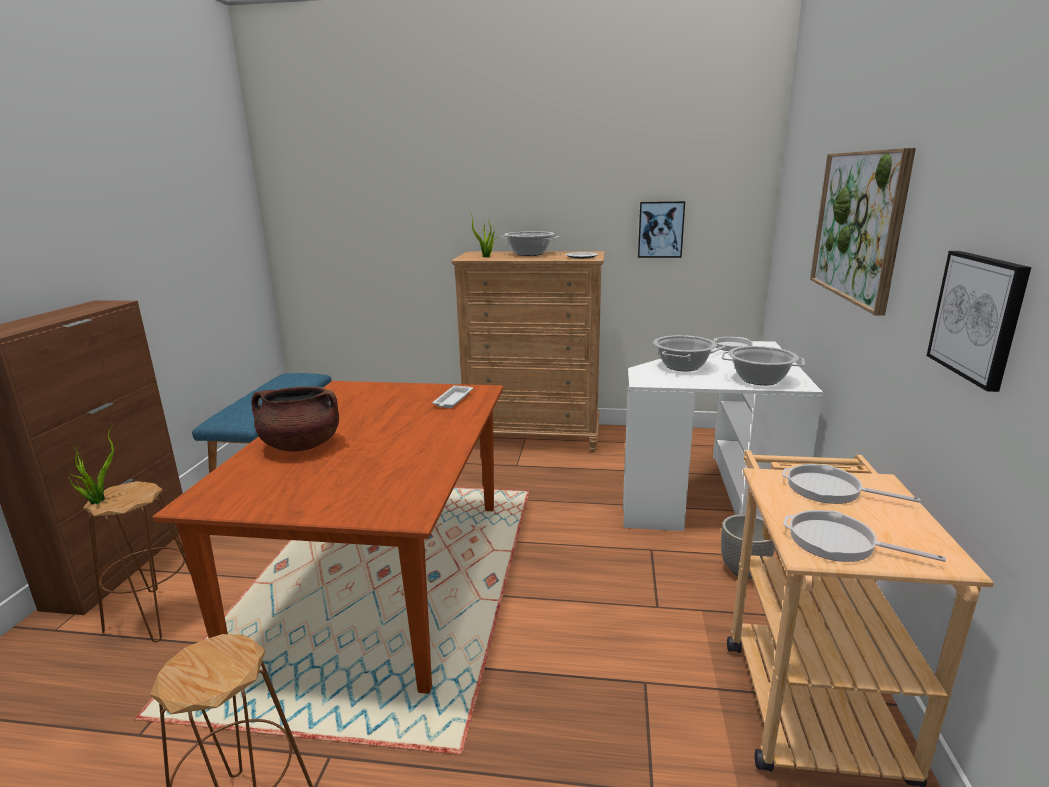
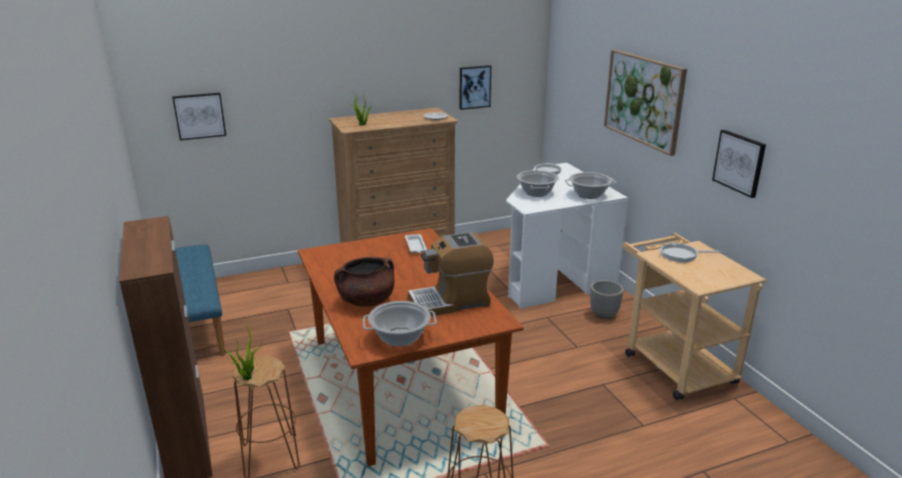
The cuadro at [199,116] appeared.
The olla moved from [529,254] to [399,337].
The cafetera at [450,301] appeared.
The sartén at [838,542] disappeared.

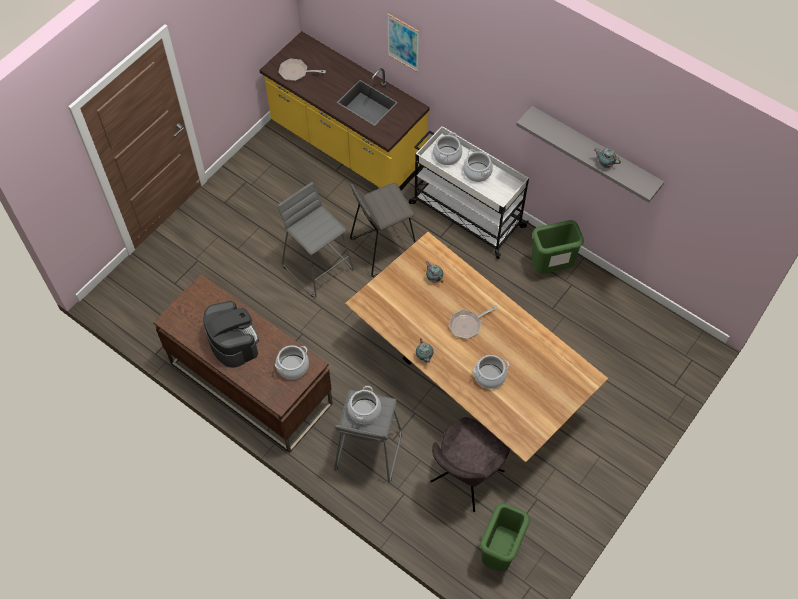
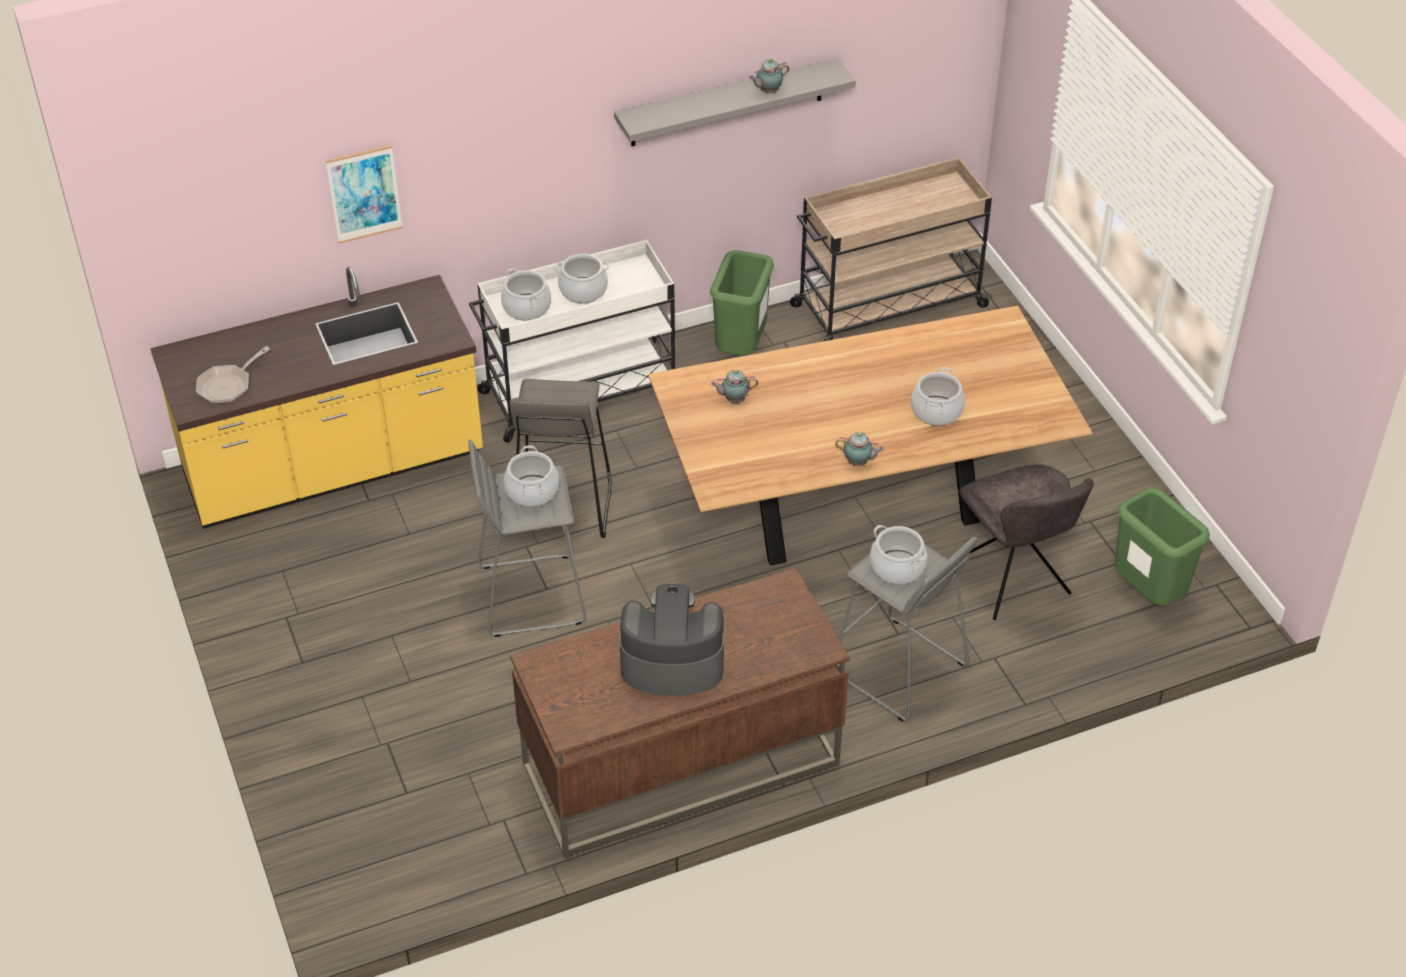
The olla moved from [292,366] to [532,491].
The carrito (beis) at [886,306] appeared.
The sartén at [467,324] disappeared.

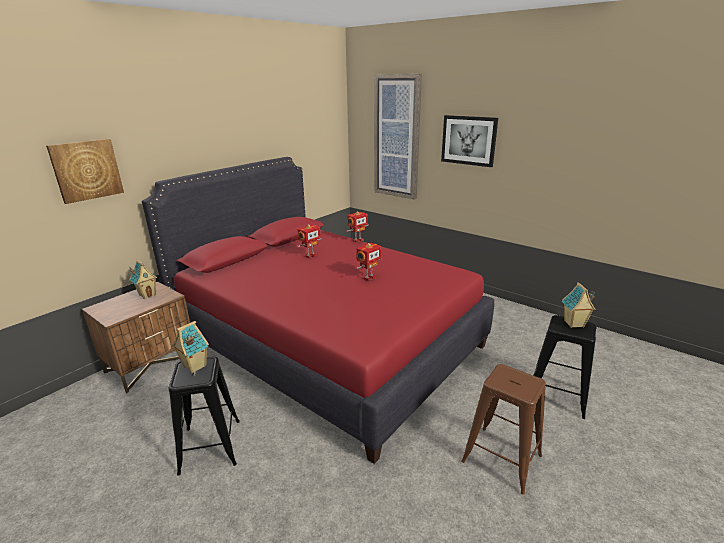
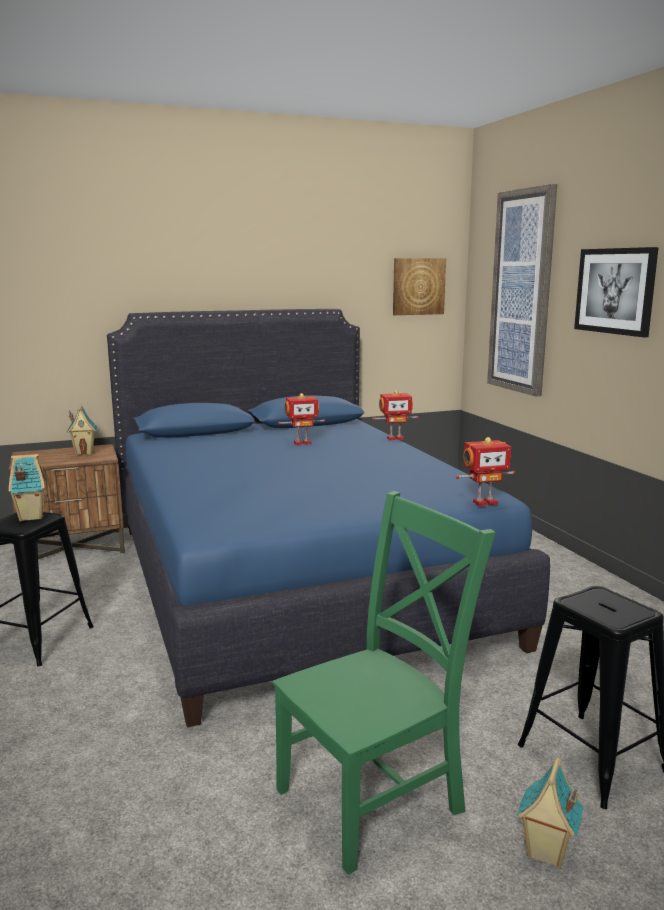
The cama (rojo) at [327,342] became the cama (azul) at [293,580].
The taburete (marrón) at [501,458] was replaced by the silla (verde) at [376,797].
The cuadro moved from [86,170] to [418,286].
The robot de juguete moved from [369,277] to [484,502].
The casita moved from [574,324] to [545,852].

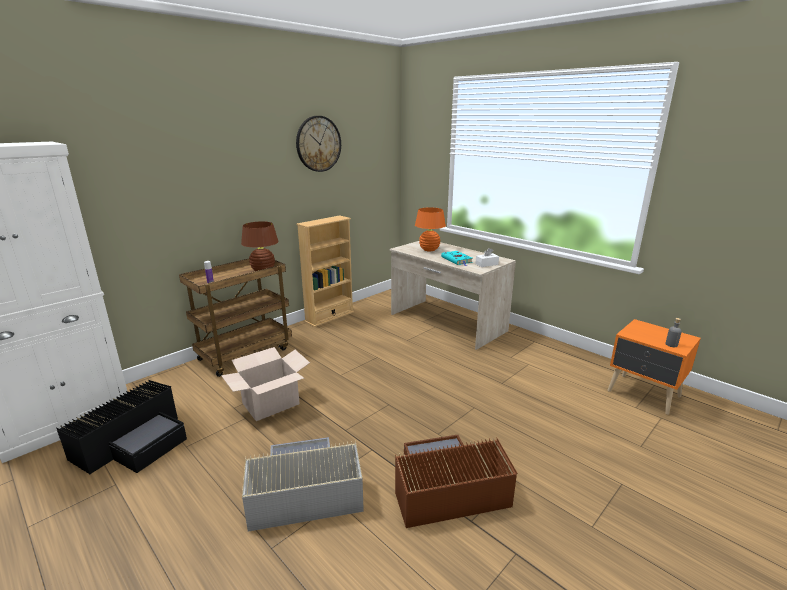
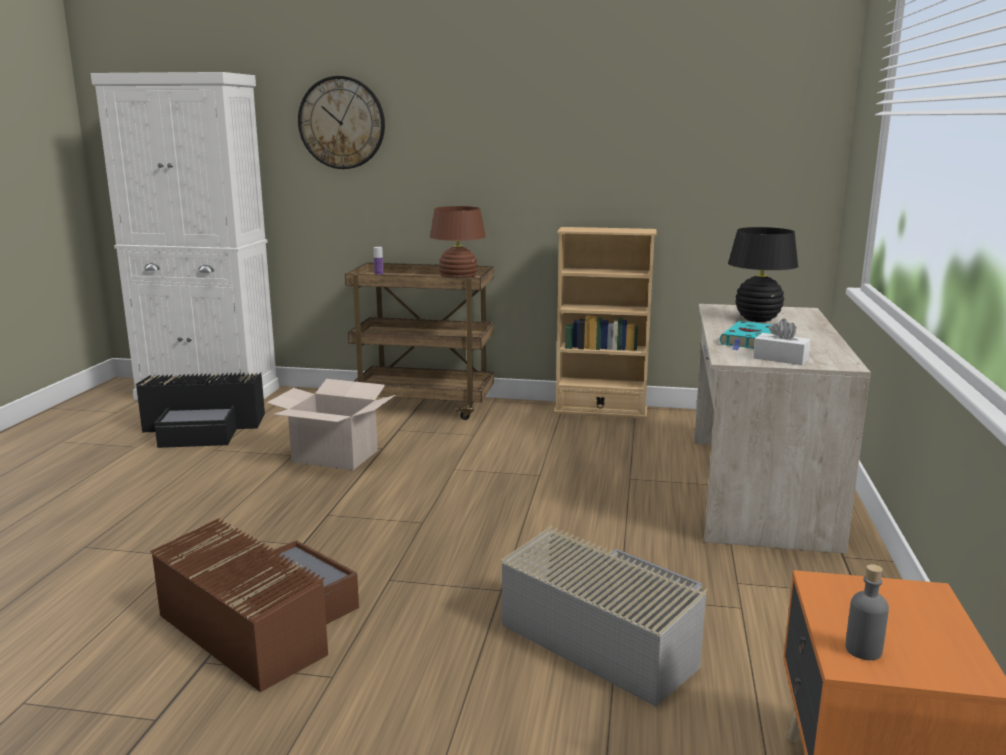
The reloj de pared moved from [318,144] to [342,123].
The caja de almacenaje (gris) moved from [303,493] to [608,634].
The lámpara de mesa (naranja) at [429,250] became the lámpara de mesa (negro) at [757,319].

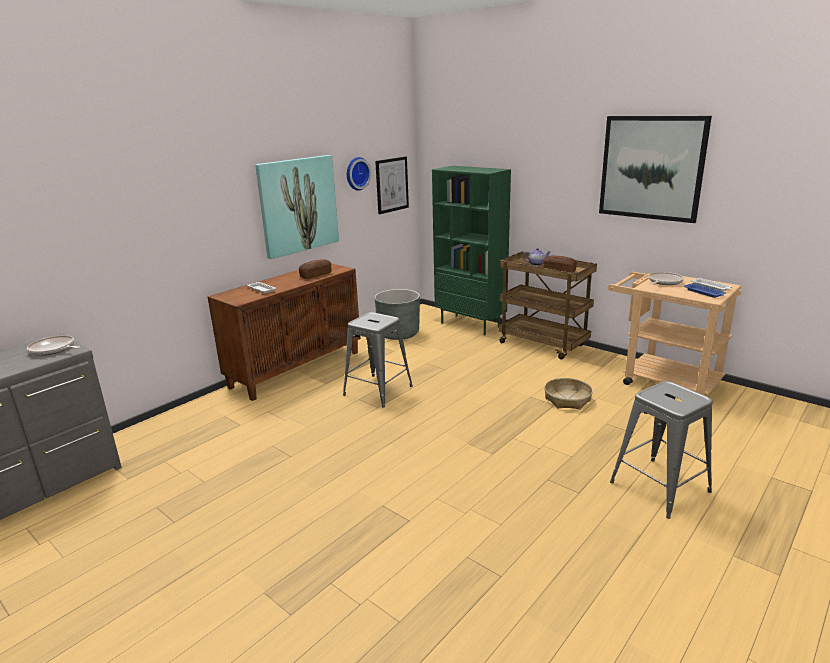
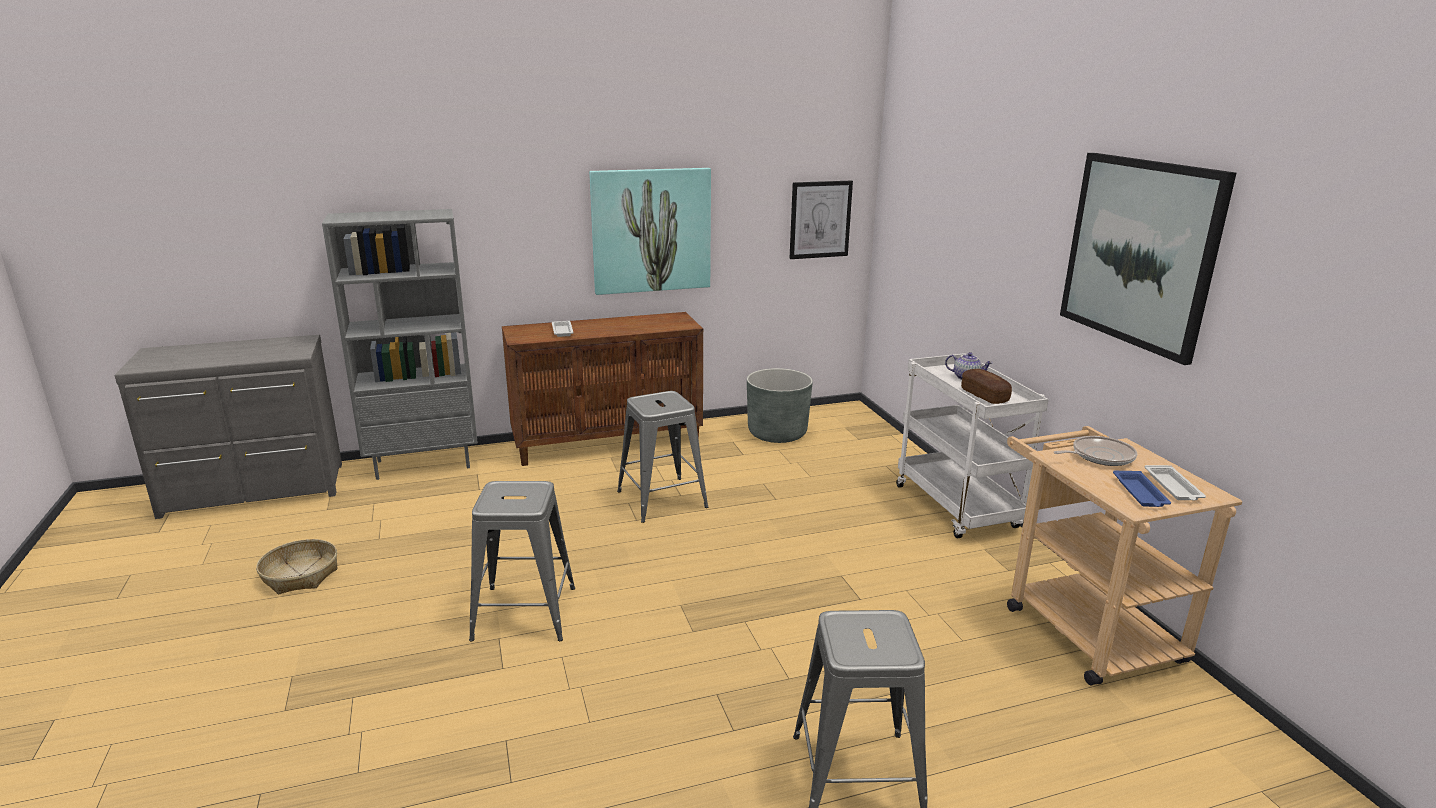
The cesta moved from [567,399] to [300,575].
The estantería (gris) at [424,464] appeared.
The taburete (gris) at [525,613] appeared.
The carrito (marrón) at [544,344] became the carrito (blanco) at [958,508].
The sartén at [53,349] disappeared.
The pan at [316,275] disappeared.
The reloj de pared at [356,173] disappeared.
The estantería (verde) at [471,325] disappeared.

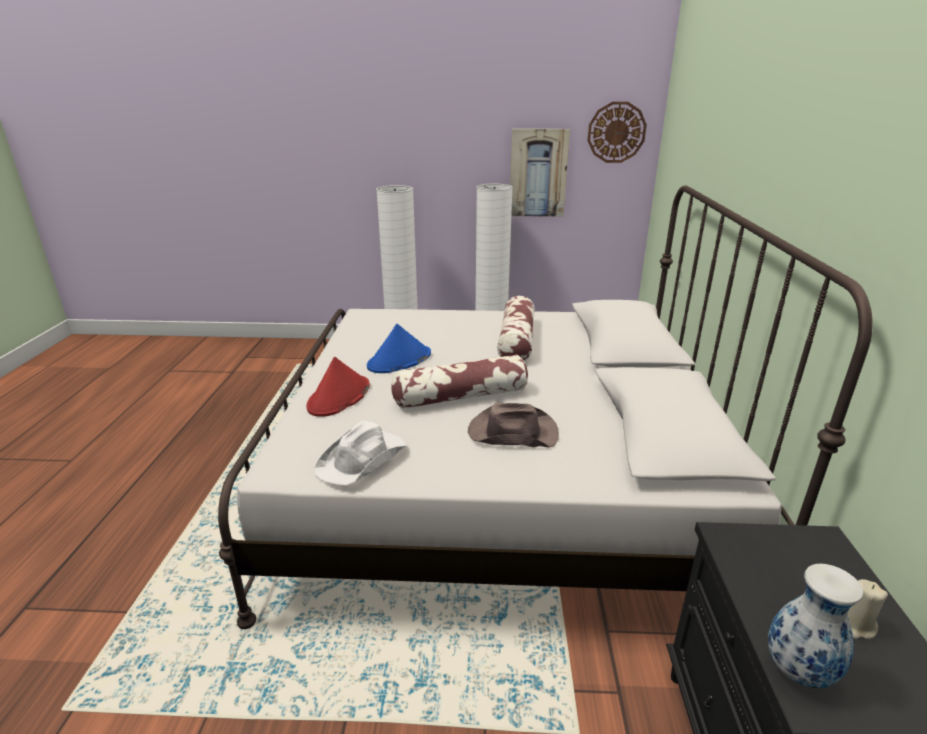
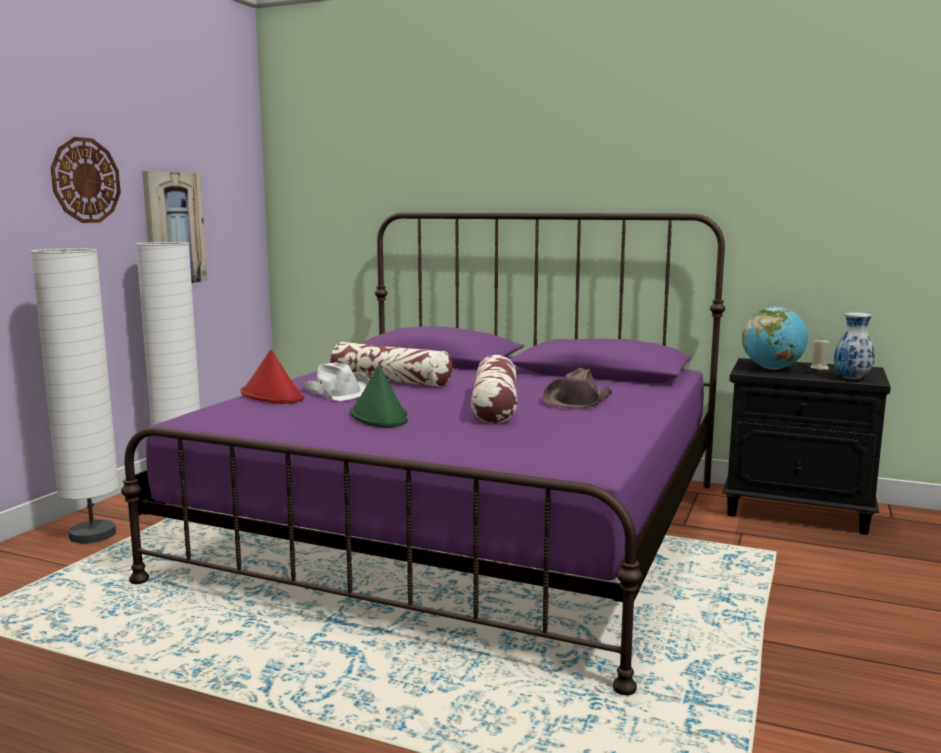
The reloj de pared moved from [616,132] to [85,180].
The cama (blanco) at [498,480] became the cama (morado) at [464,527].
The sombrero (rojo) moved from [339,397] to [272,396].
The sombrero (blanco) moved from [363,459] to [338,392].
The sombrero (azul) at [399,360] became the sombrero (verde) at [379,416].
The globo terráqueo at [772,368] appeared.

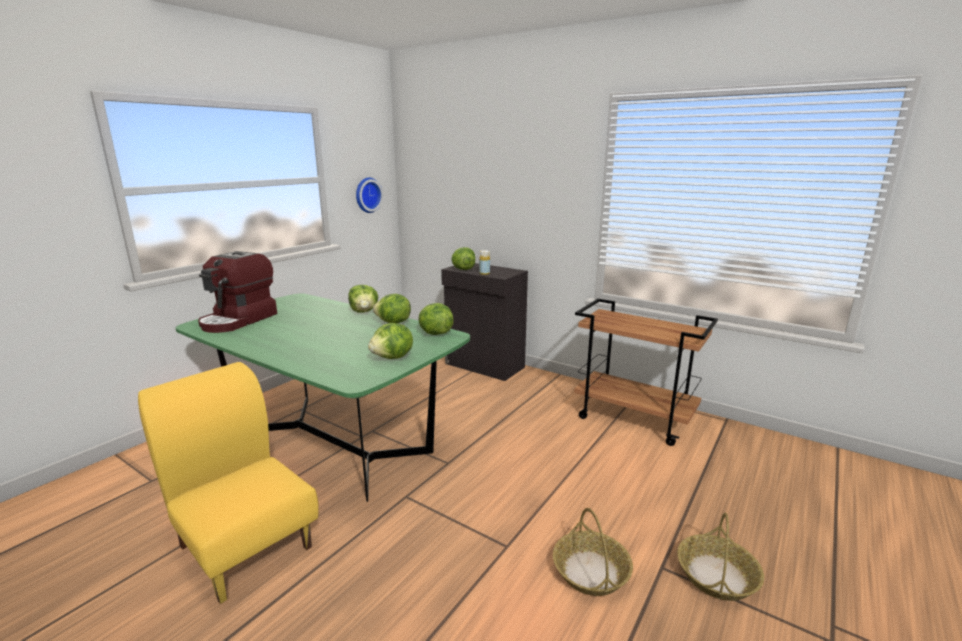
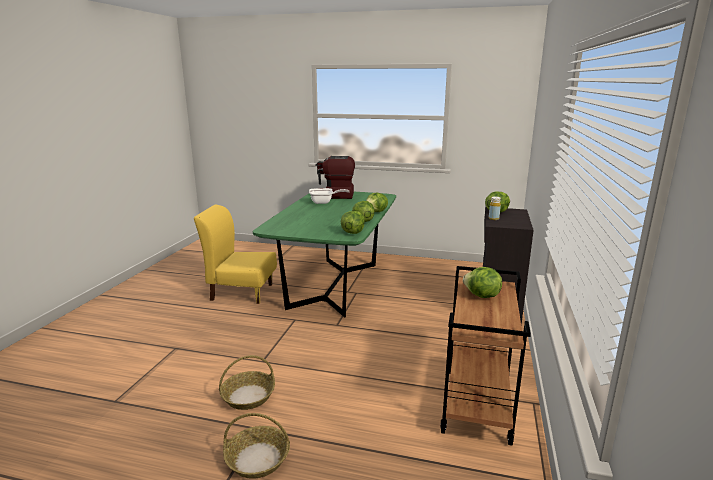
The silla (amarillo) at [246,545] turned 105 degrees counterclockwise.
The sartén at [324,202] appeared.
The lechuga moved from [393,358] to [481,296].
The reloj de pared at [367,195] disappeared.

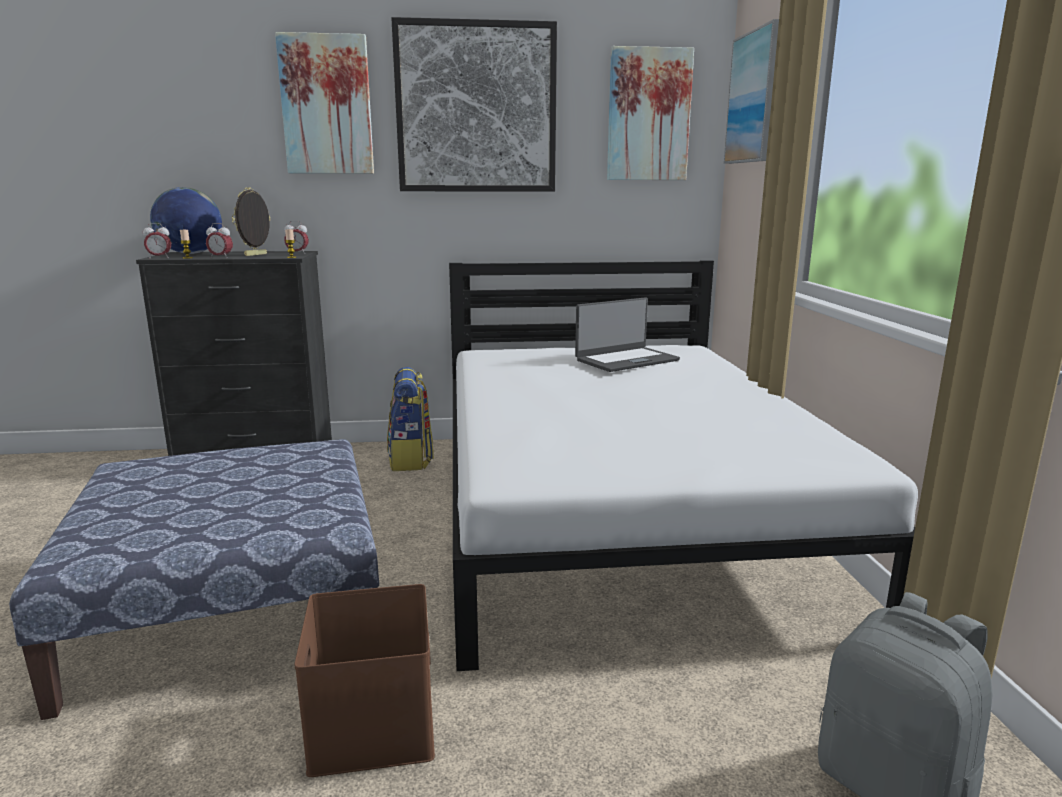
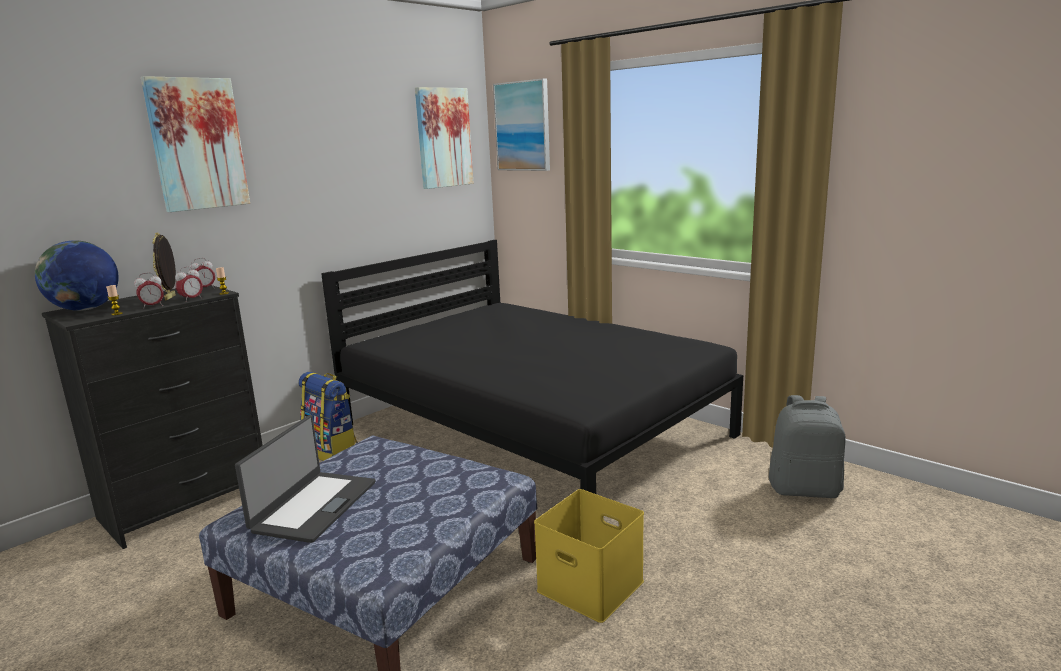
The despertador moved from [159,258] to [192,299].
The portátil moved from [626,360] to [313,506].
The cama (blanco) at [618,512] became the cama (negro) at [533,430].
The caja de almacenaje (marrón) at [376,725] became the caja de almacenaje (amarillo) at [593,585].
The cuadro at [476,108] disappeared.

